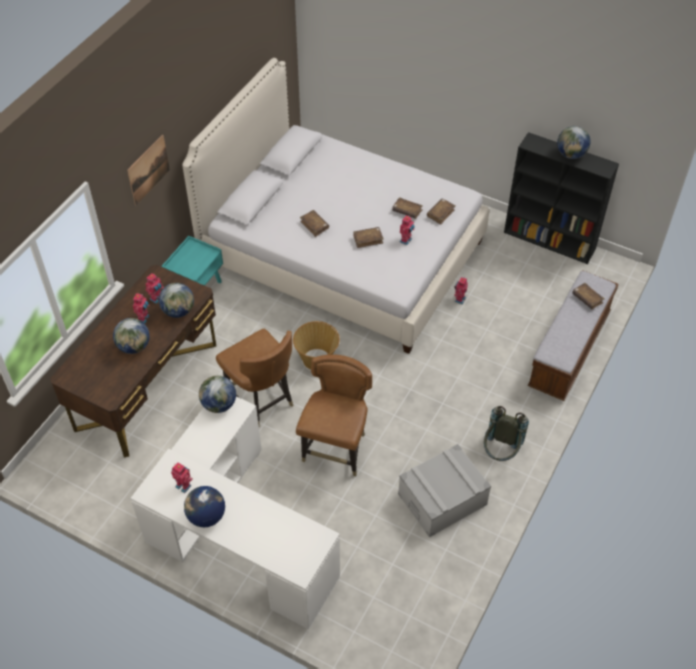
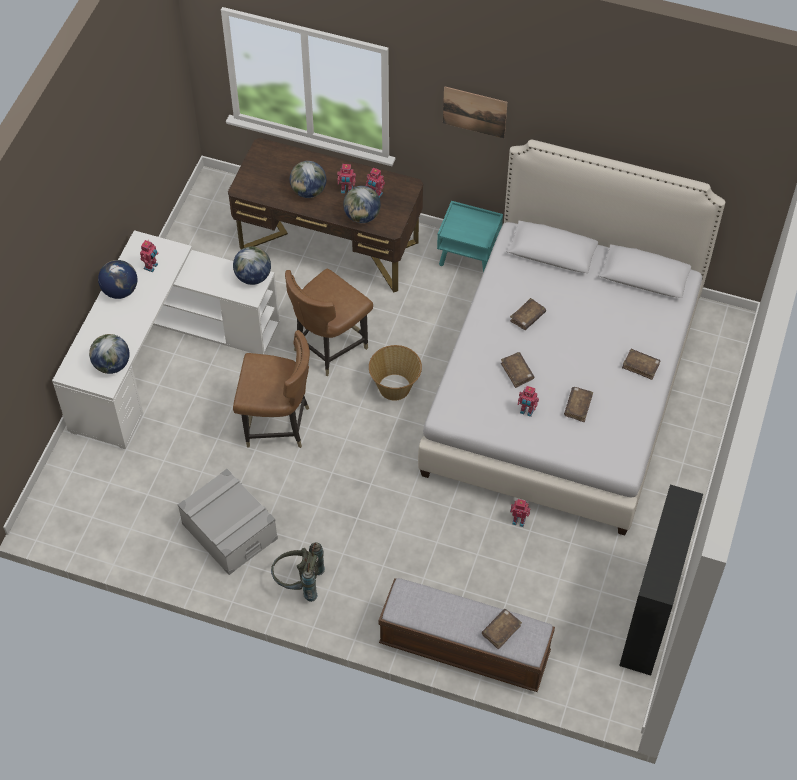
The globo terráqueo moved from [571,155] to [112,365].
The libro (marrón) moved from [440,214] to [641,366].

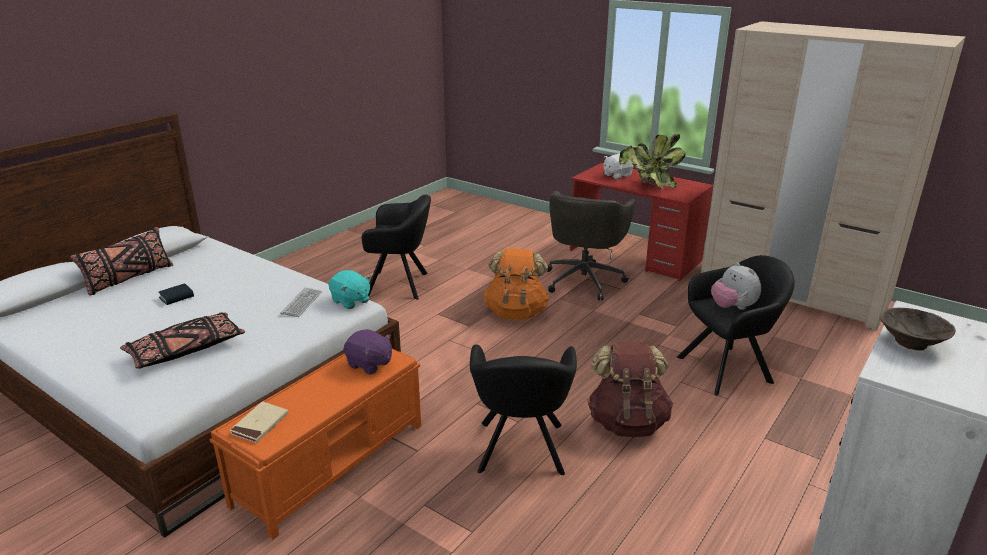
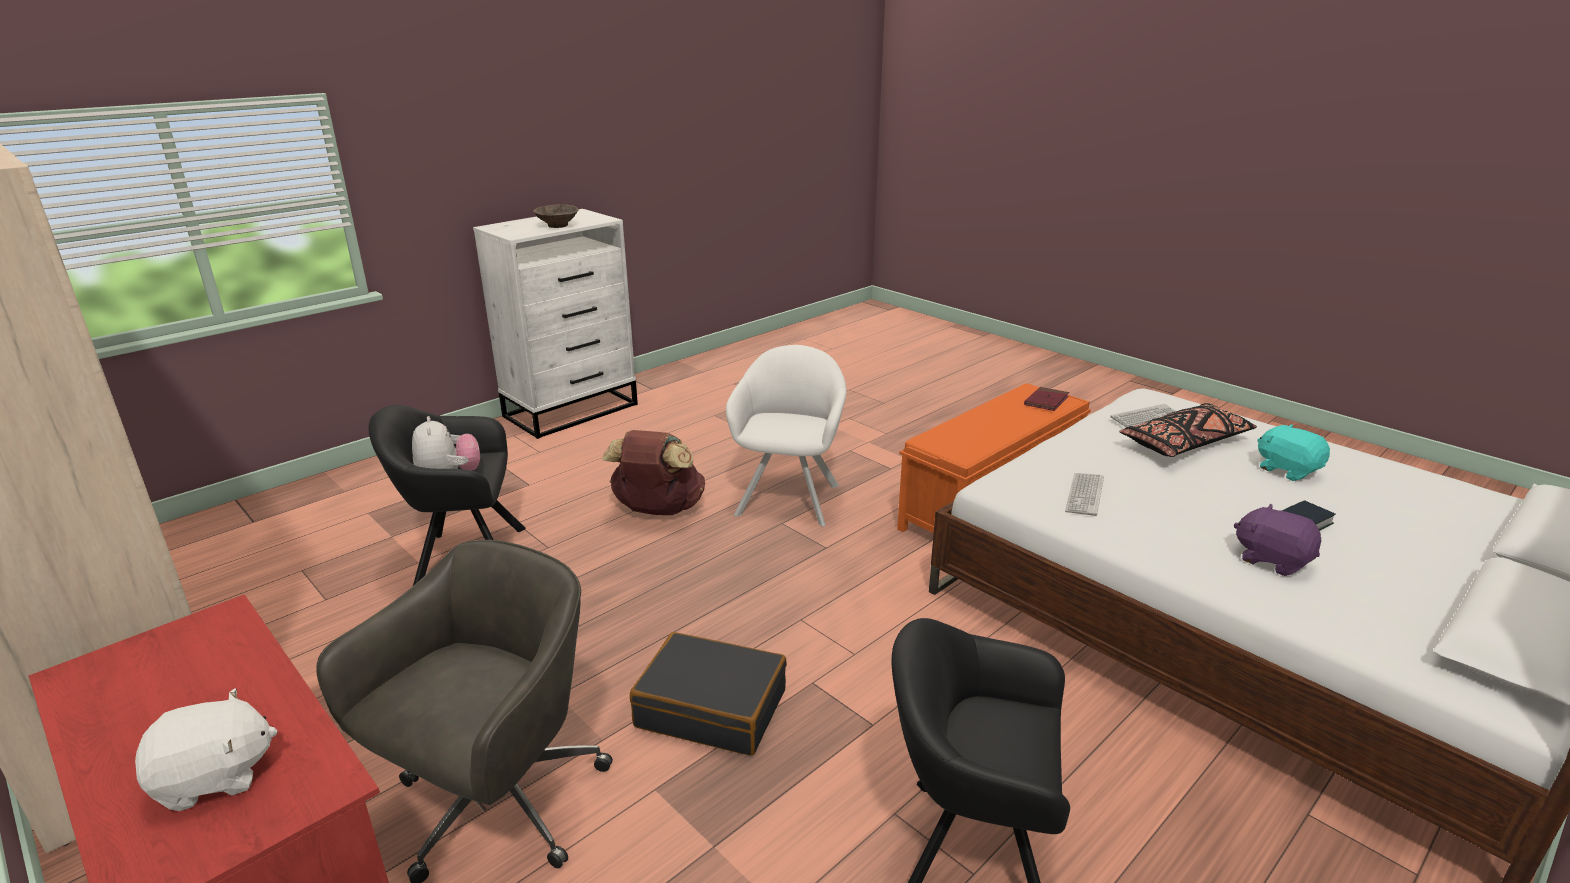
The mochila (naranja) at [516,312] was replaced by the maleta (negro) at [712,708].
The sillón (negro) at [520,451] became the sillón (blanco) at [790,496].
The libro (beis) at [260,424] became the libro (rojo) at [1046,401].
The teclado at [1146,417] appeared.
The peluche (morado) moved from [369,364] to [1272,559].
The peluche (turquesa) moved from [350,301] to [1287,470].
The cojín (negro) at [129,279] disappeared.
The planta en maceta at [649,186] disappeared.

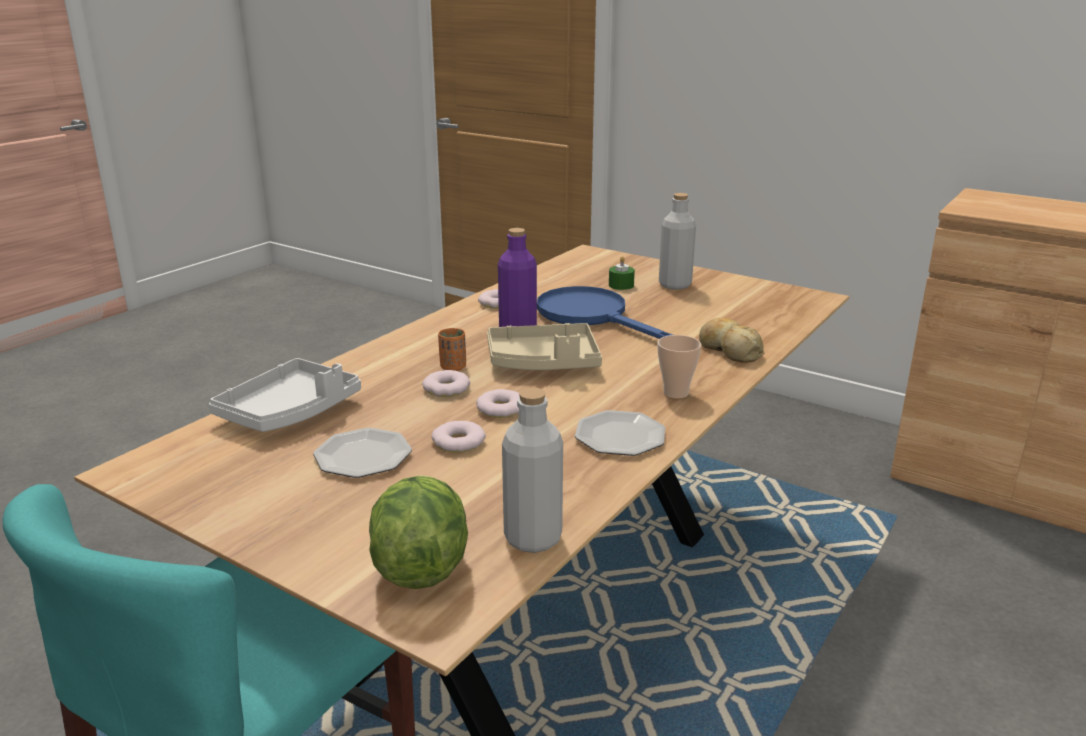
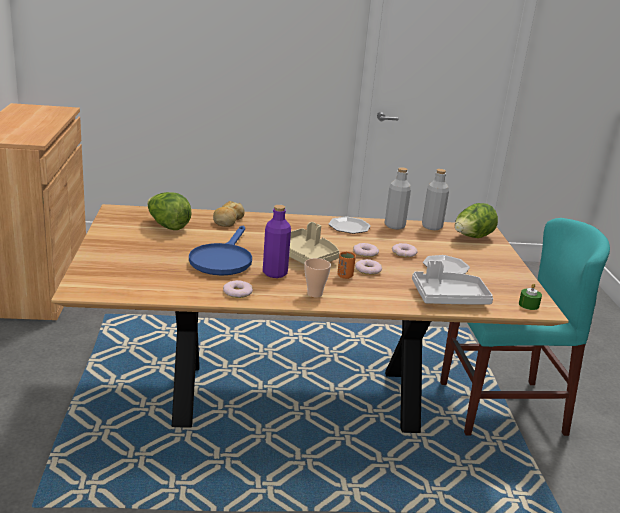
The lechuga at [167,226] appeared.
The taza moved from [675,393] to [314,294].
The botella (gris) moved from [675,285] to [394,226].
The vela (verde) moved from [621,285] to [528,305].

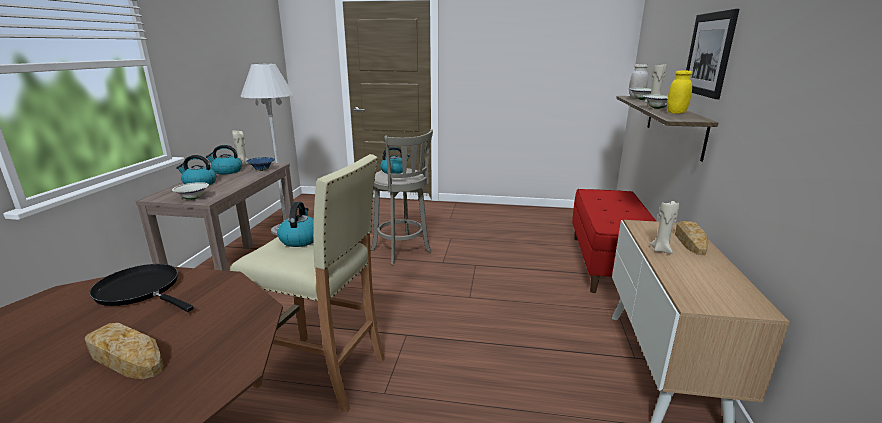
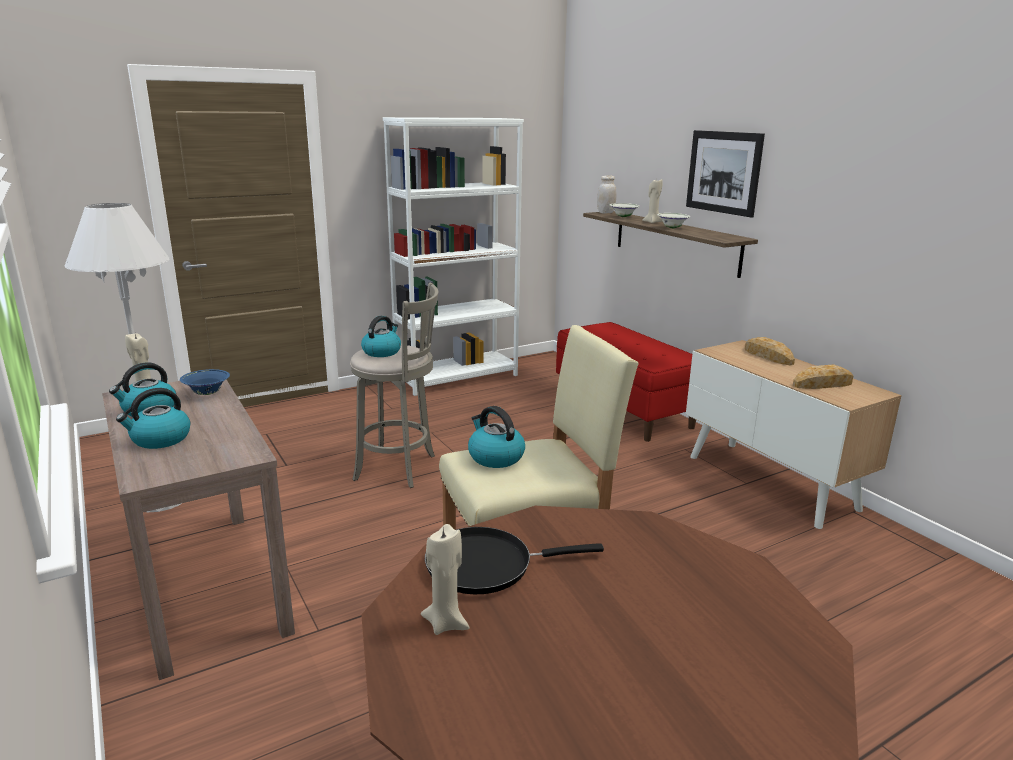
The estantería (blanco) at [457,377] appeared.
The vela (beis) moved from [661,250] to [446,623].
The pan moved from [125,357] to [822,384].
The cuenco (blanco) at [193,199] disappeared.
The tarro (amarillo) at [676,113] disappeared.

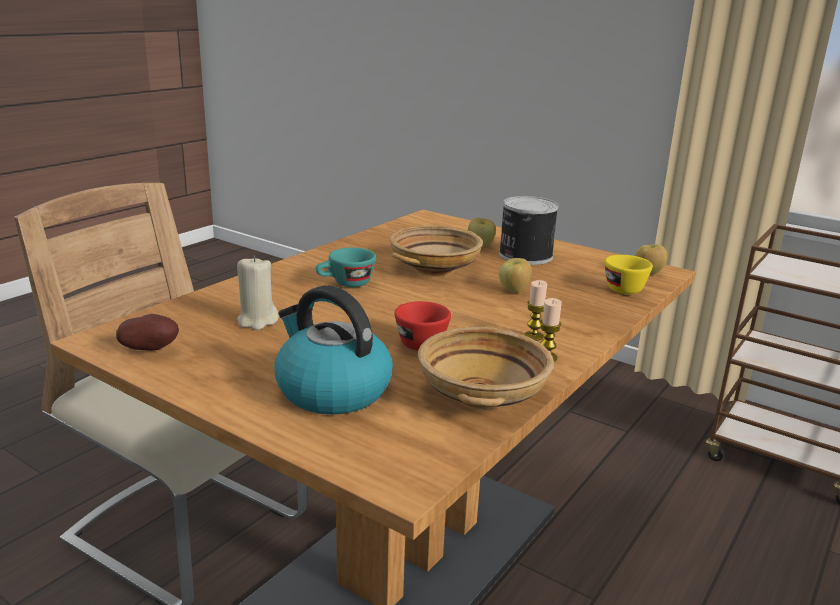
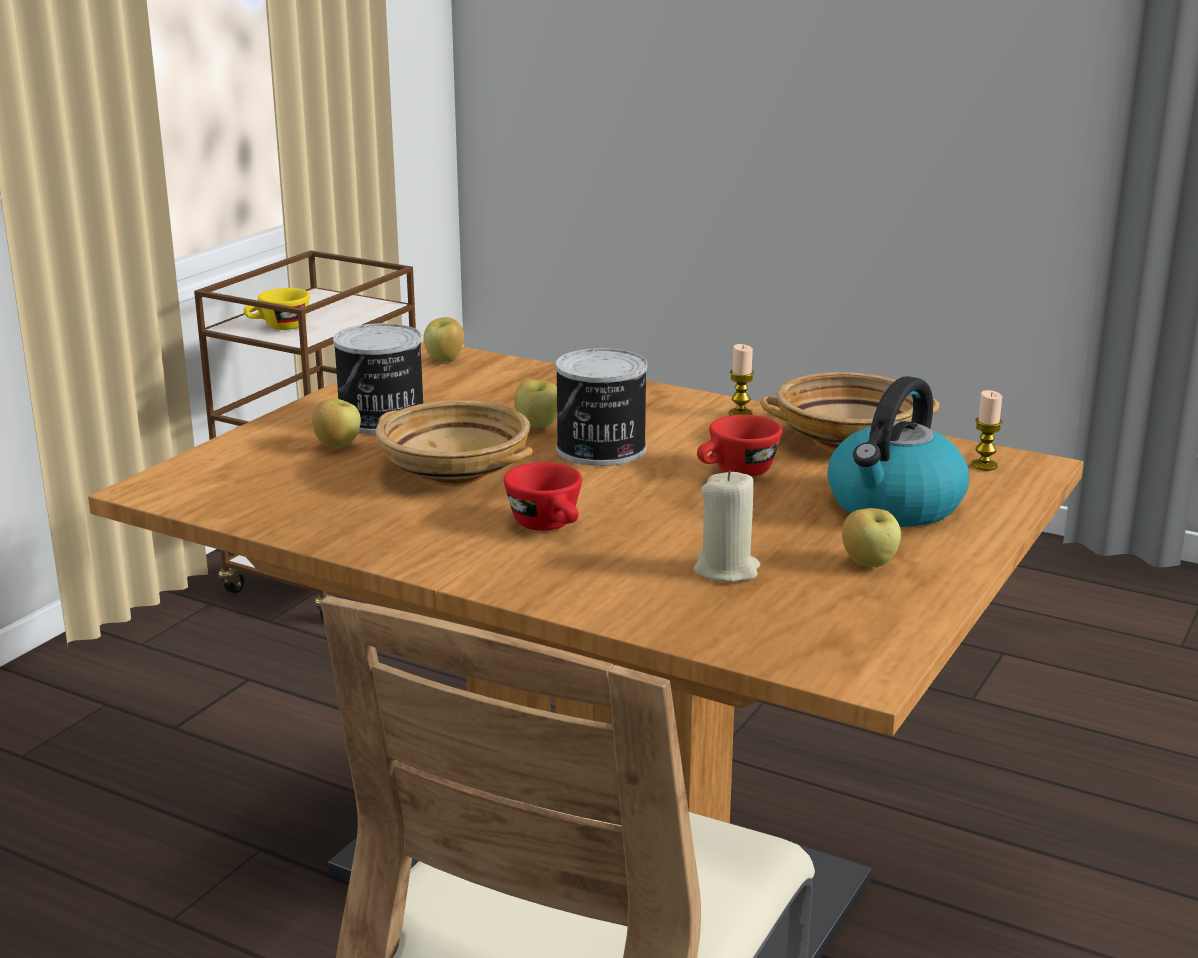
The taza (amarillo) moved from [619,287] to [278,327].
The taza (turquesa) at [346,284] became the taza (rojo) at [550,526].
The lata at [600,449] appeared.
The manzana at [869,564] appeared.
The vela moved from [533,336] to [984,465].
The patata at [151,349] disappeared.

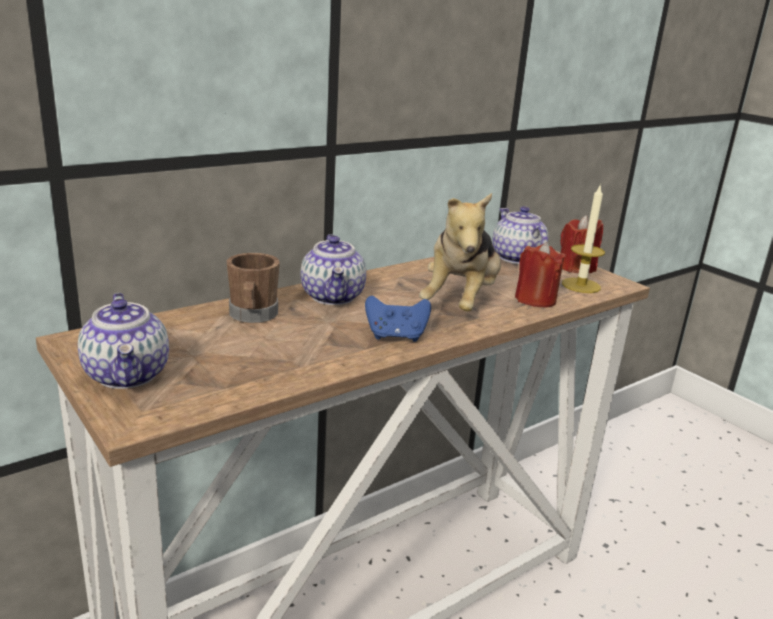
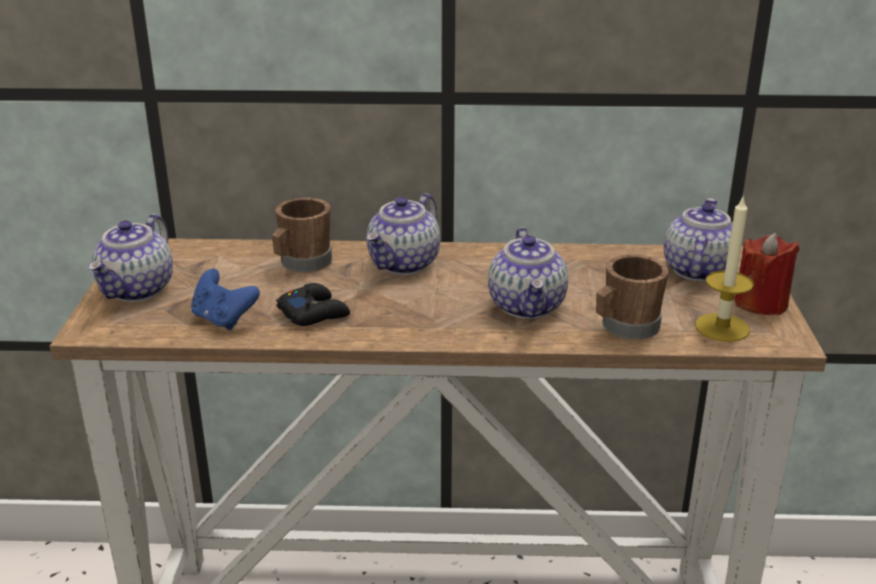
The mando de consola (azul) moved from [396,336] to [223,319].
The mando de consola (negro) at [314,313] appeared.
The peluche at [461,302] was replaced by the tetera at [528,306].
The vela (rojo) at [535,299] was replaced by the taza grande (marrón) at [625,328].

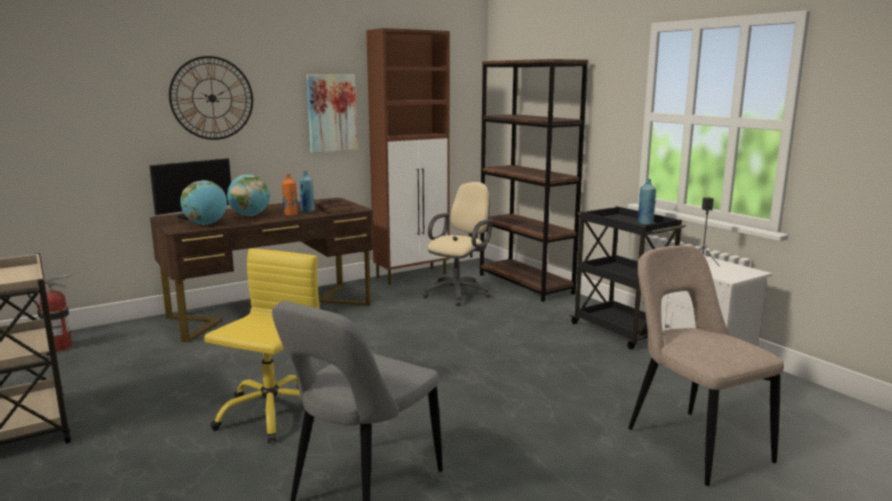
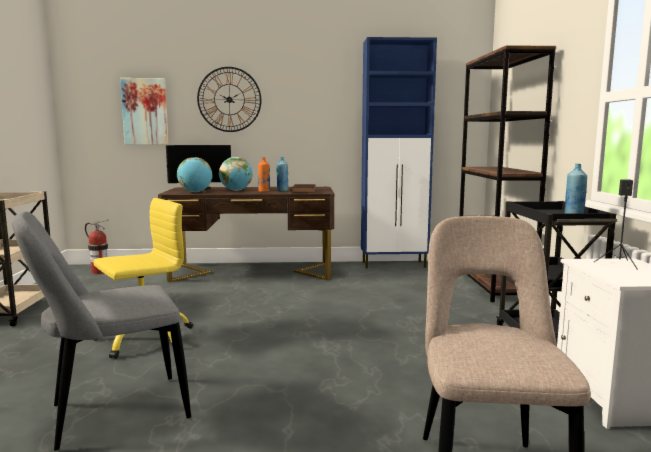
The cuadro moved from [331,113] to [145,111].
The armario (marrón) at [412,275] became the armario (azul) at [394,265].
The silla de oficina (beis) at [459,293] disappeared.

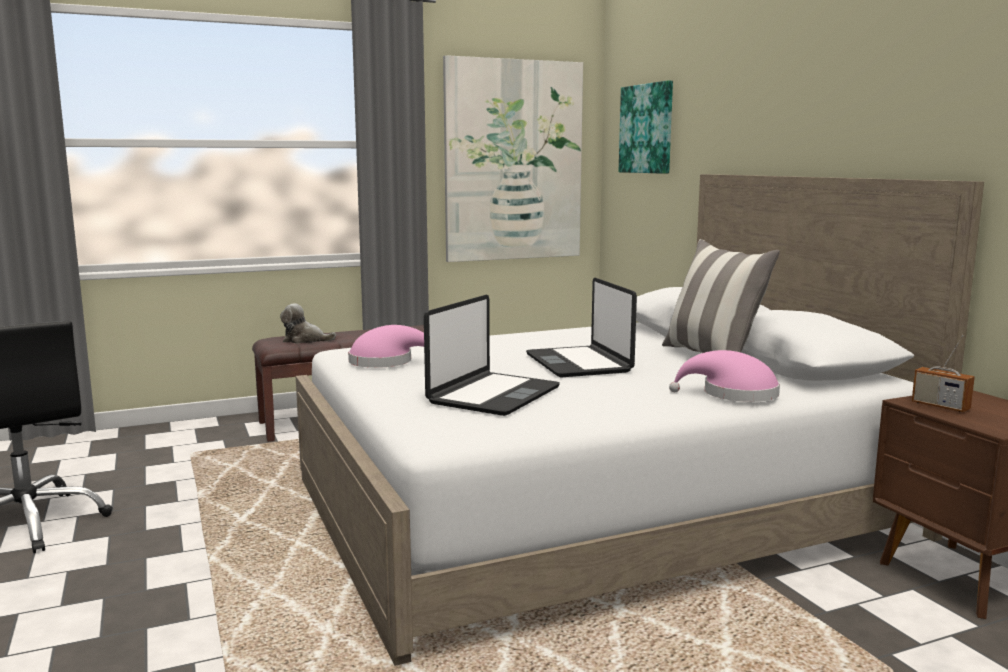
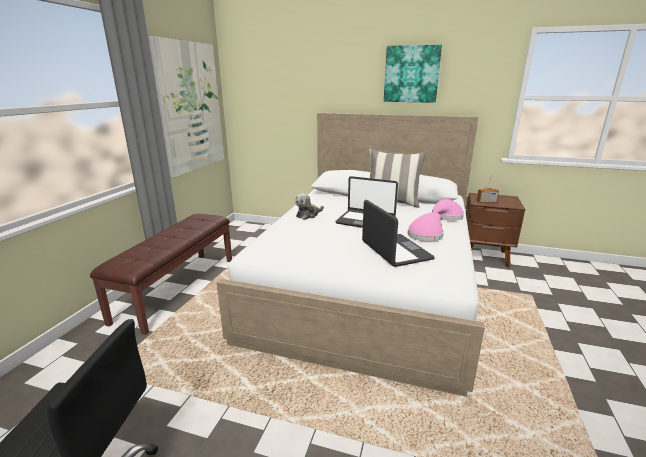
The peluche moved from [305,340] to [308,215].
The cuadro moved from [647,129] to [411,74].
The sombrero (rosa) moved from [386,362] to [426,234].

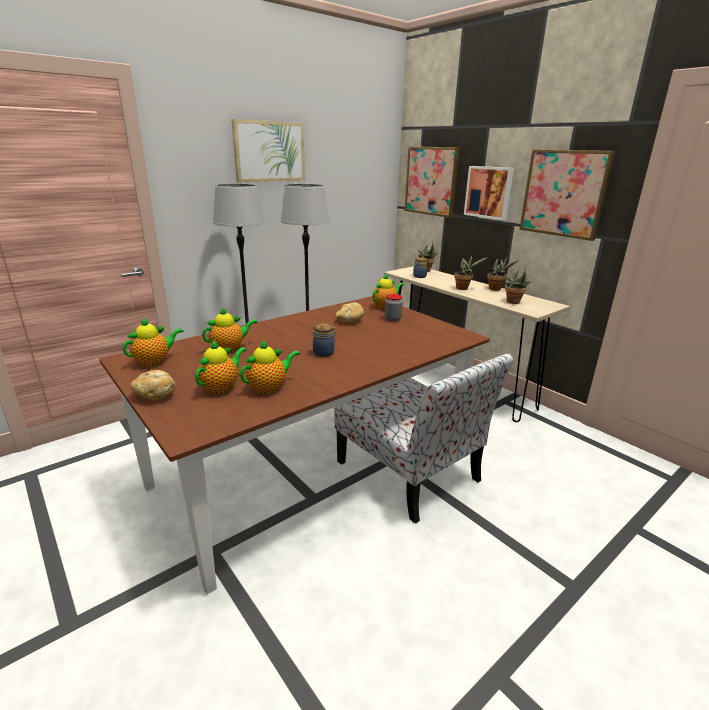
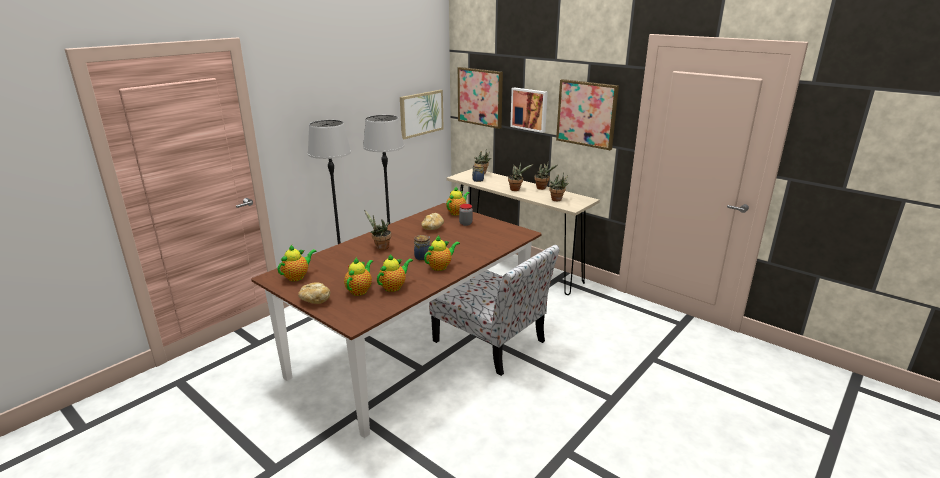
The planta en maceta at [380,247] appeared.
The cuadro moved from [269,151] to [421,113].
The tetera moved from [230,349] to [440,267].

